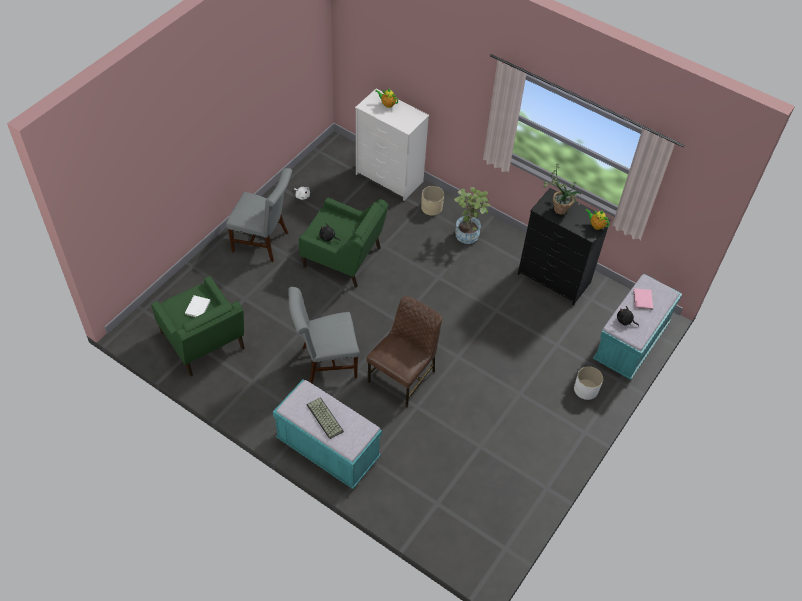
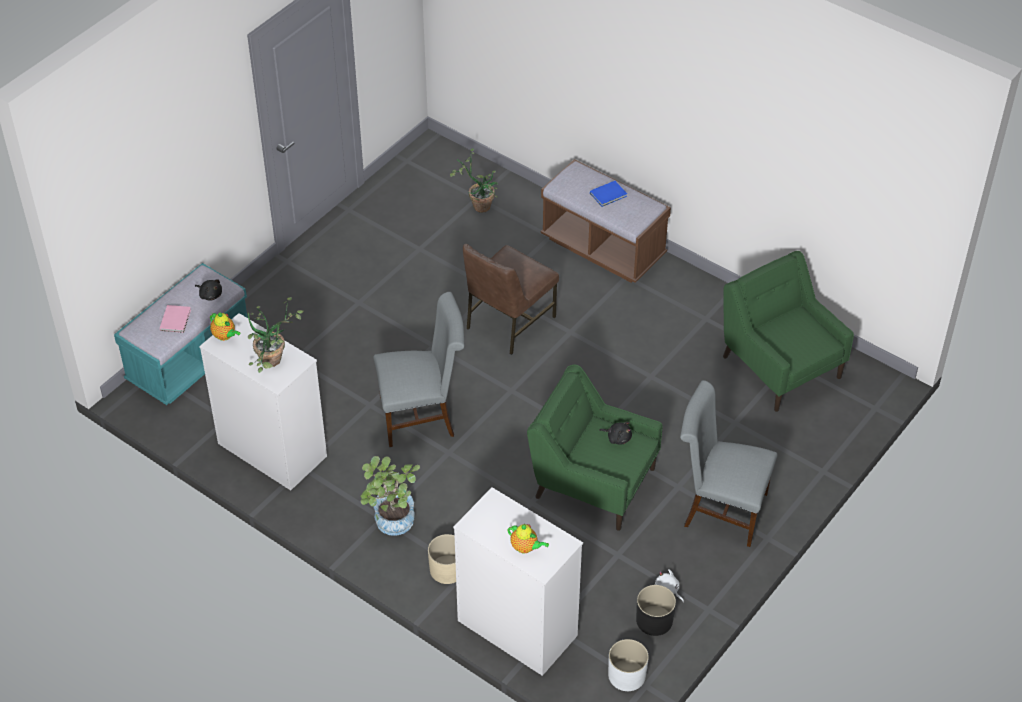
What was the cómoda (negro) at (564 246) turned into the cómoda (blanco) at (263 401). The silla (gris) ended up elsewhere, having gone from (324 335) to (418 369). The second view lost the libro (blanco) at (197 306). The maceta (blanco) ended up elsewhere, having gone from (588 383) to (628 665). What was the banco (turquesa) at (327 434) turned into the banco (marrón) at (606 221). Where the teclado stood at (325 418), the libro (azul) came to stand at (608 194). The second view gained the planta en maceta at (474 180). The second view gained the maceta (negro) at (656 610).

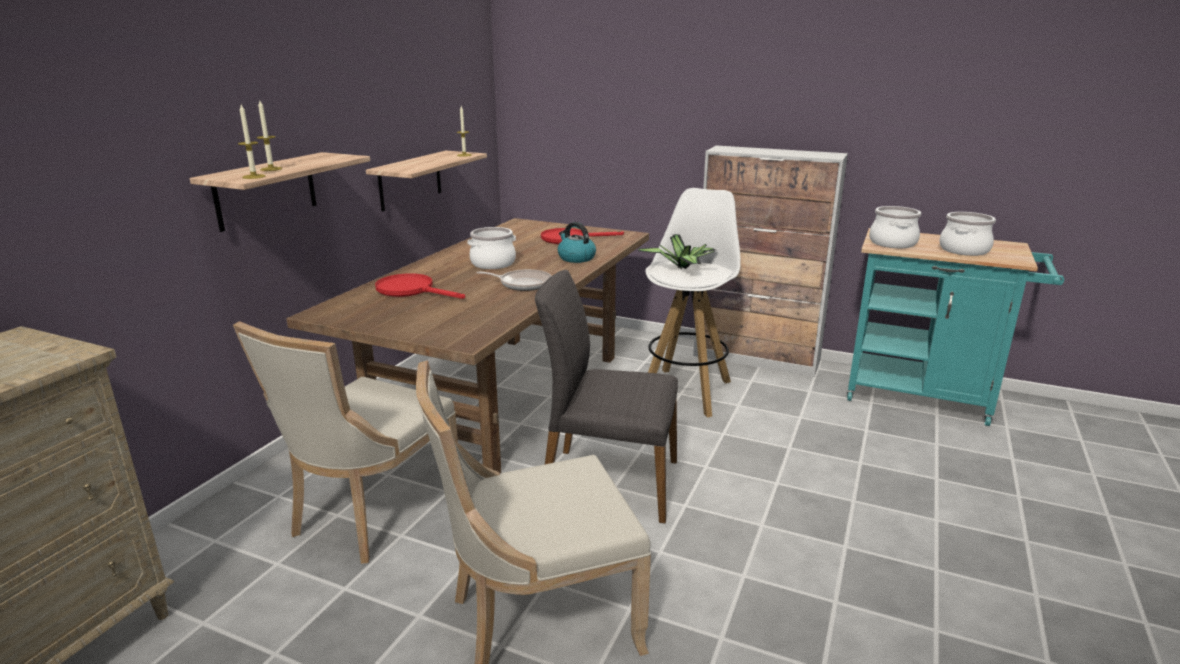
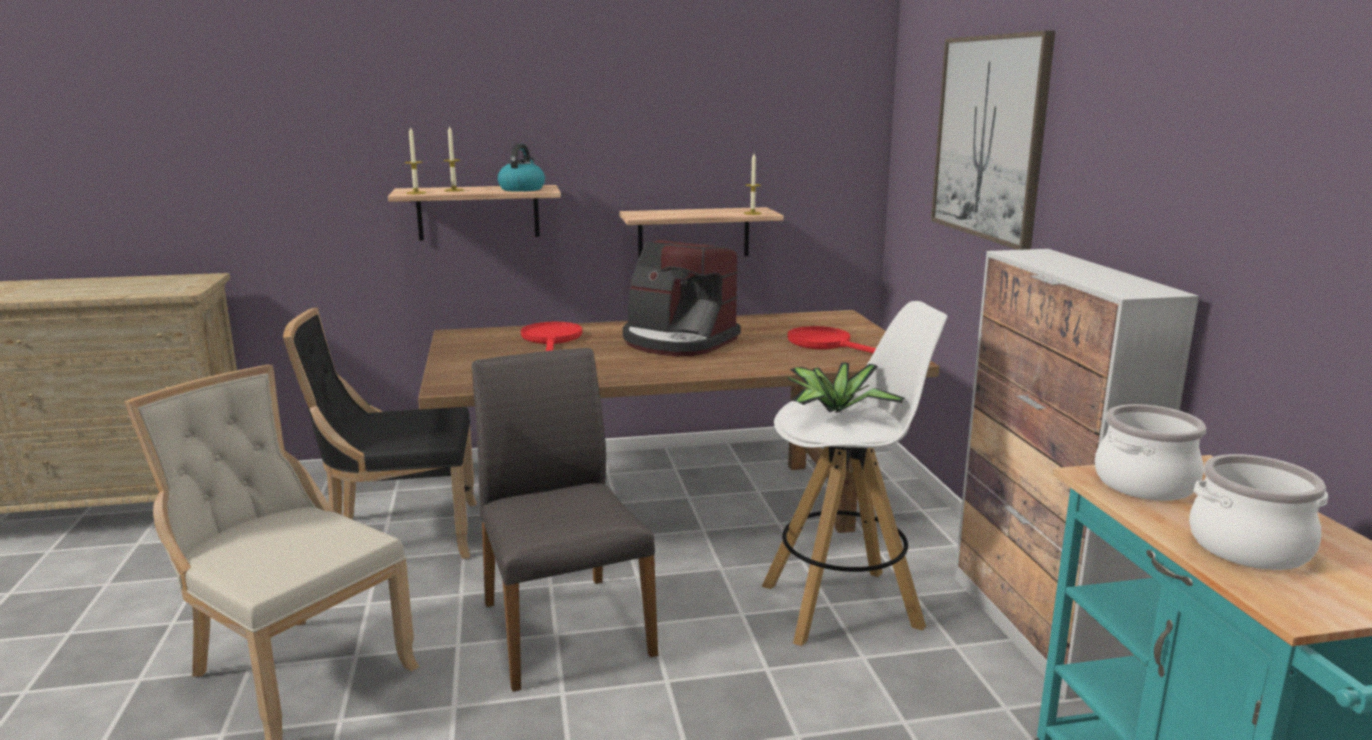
The hervidor ended up elsewhere, having gone from (577 242) to (521 168). Where the olla stood at (492 248), the cafetera came to stand at (682 298). The second view lost the sartén at (514 280). What was the silla (beis) at (345 442) turned into the silla (negro) at (380 433). The second view gained the cuadro at (993 140).

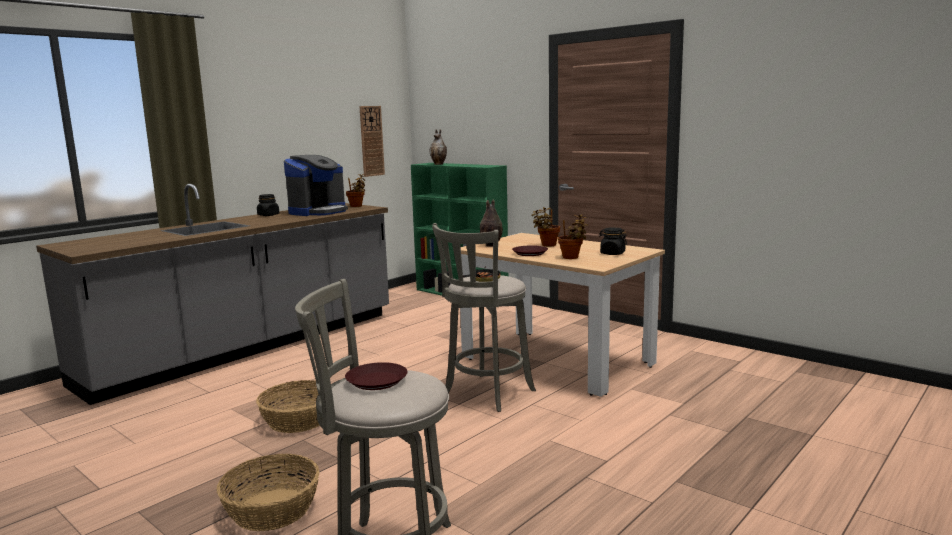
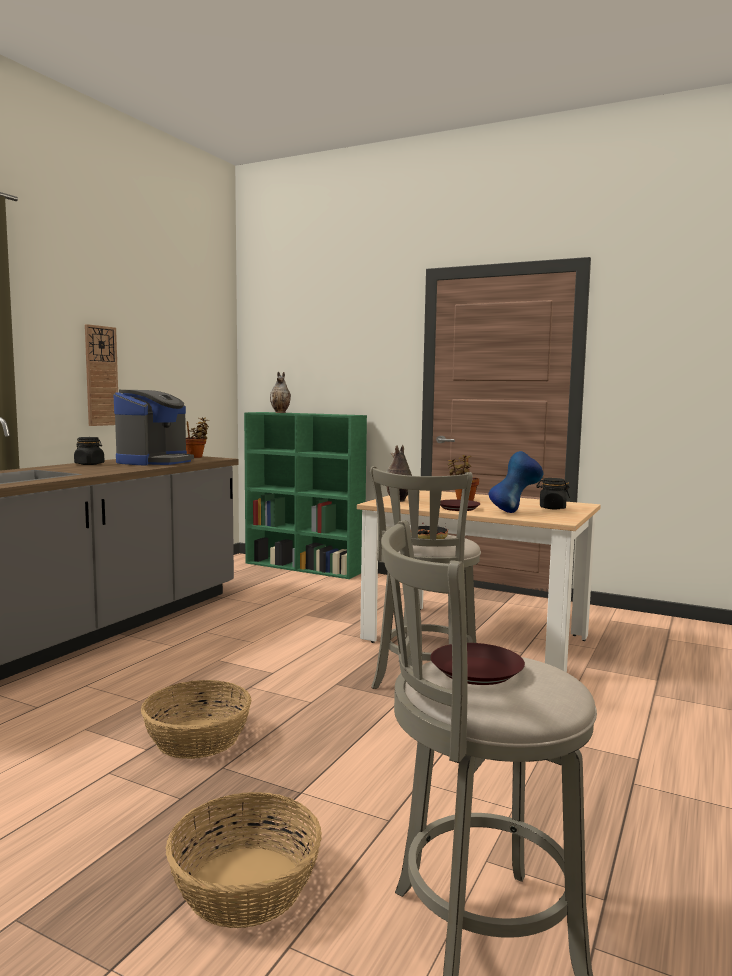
The reloj de pared ended up elsewhere, having gone from (372 141) to (101 375). Where the planta en maceta stood at (573 236), the florero (azul) came to stand at (516 482).

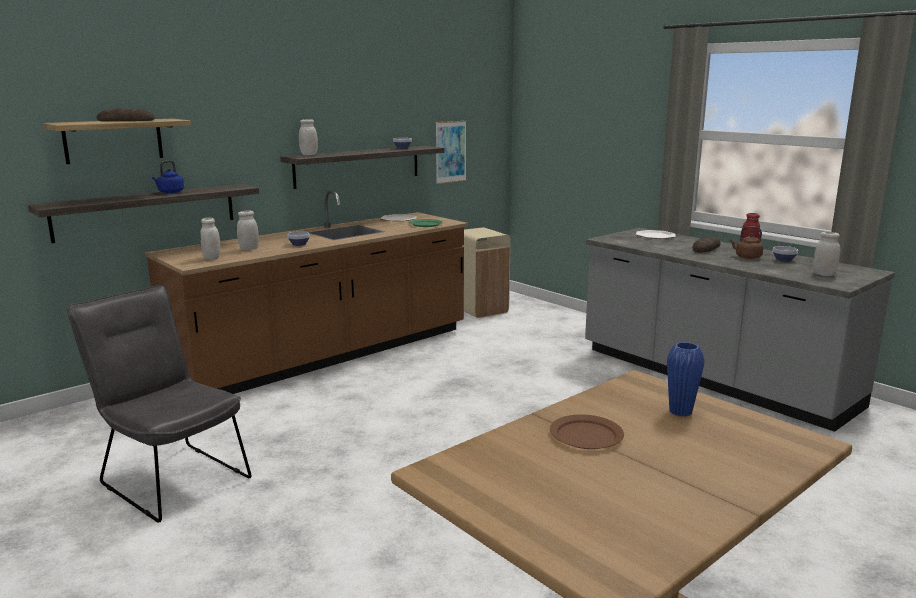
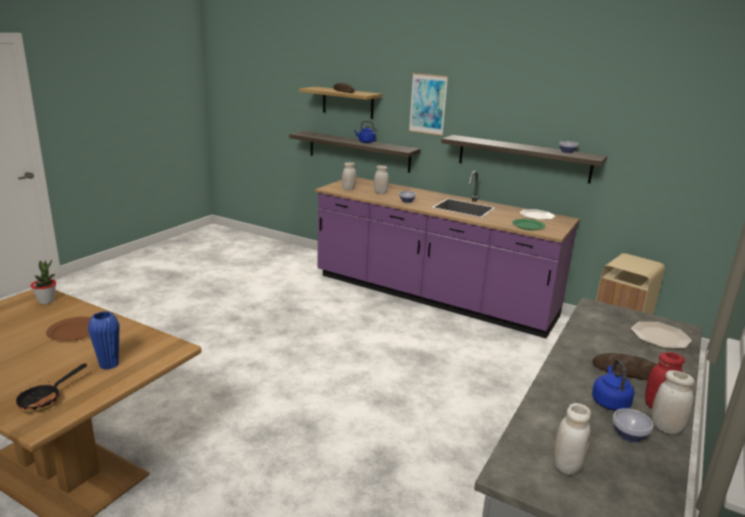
The tarro (blanco) ended up elsewhere, having gone from (308 137) to (672 402). The cuadro ended up elsewhere, having gone from (451 152) to (428 104). What was the mueble bajo de cocina (marrón) at (306 292) turned into the mueble bajo de cocina (morado) at (447 254). What was the hervidor (marrón) at (747 242) turned into the hervidor (azul) at (613 385). The second view lost the silla (gris) at (159 404). The second view gained the planta en maceta at (43 282). The second view gained the sartén at (51 388).

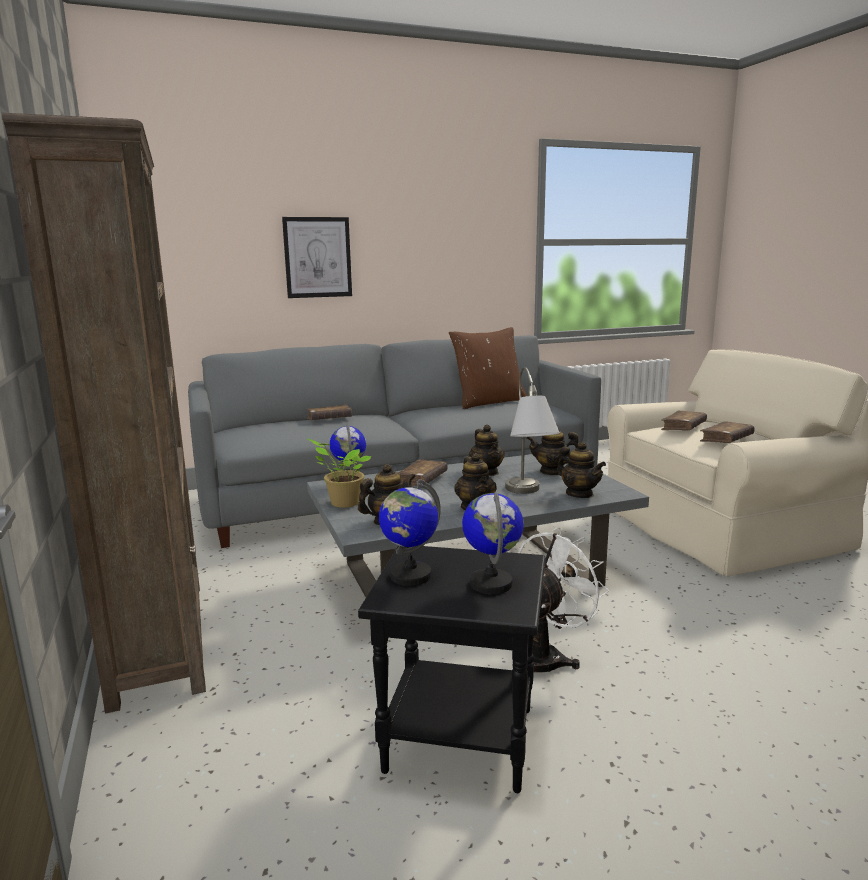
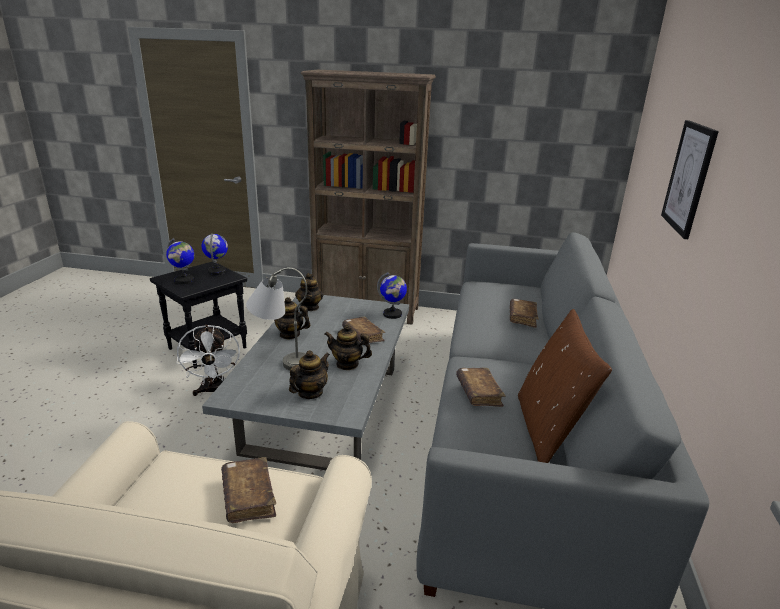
The libro (marrón) ended up elsewhere, having gone from (727 432) to (481 387). The second view lost the planta en maceta at (339 473). The second view lost the tetera at (581 470).

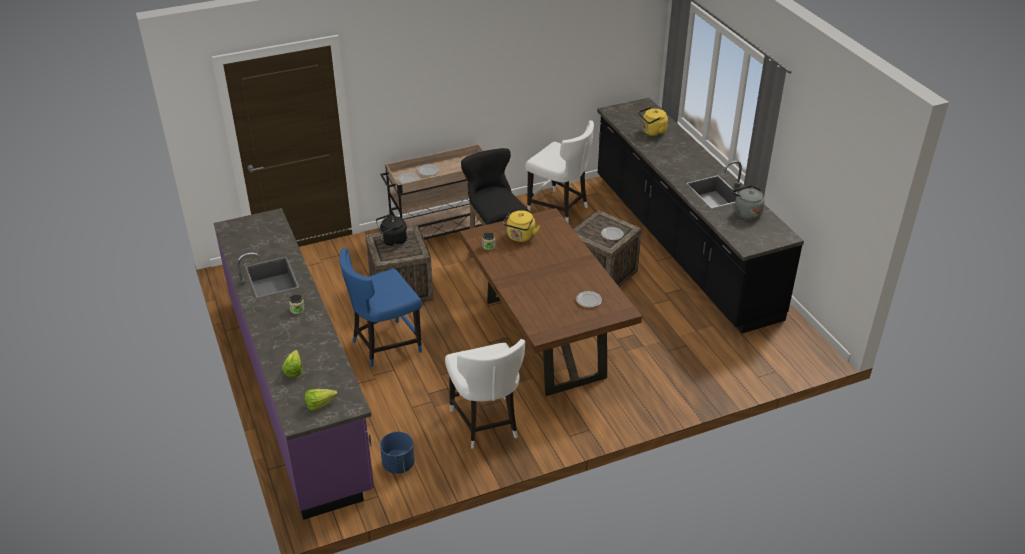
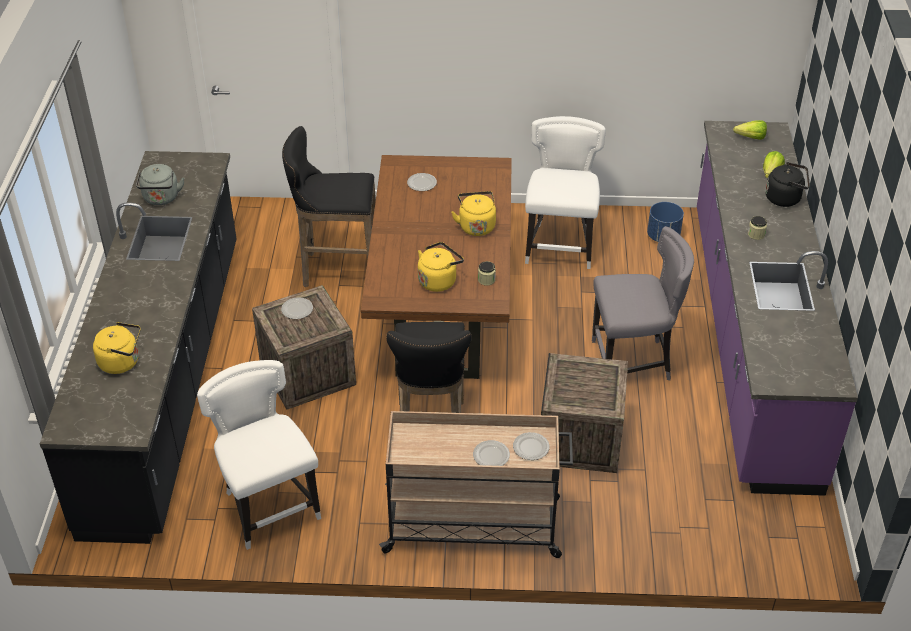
The hervidor (negro) ended up elsewhere, having gone from (392 230) to (787 184). What was the silla (azul) at (380 307) turned into the silla (gris) at (643 303). The second view gained the taburete (negro) at (329 206). The second view gained the hervidor (amarillo) at (473 213).

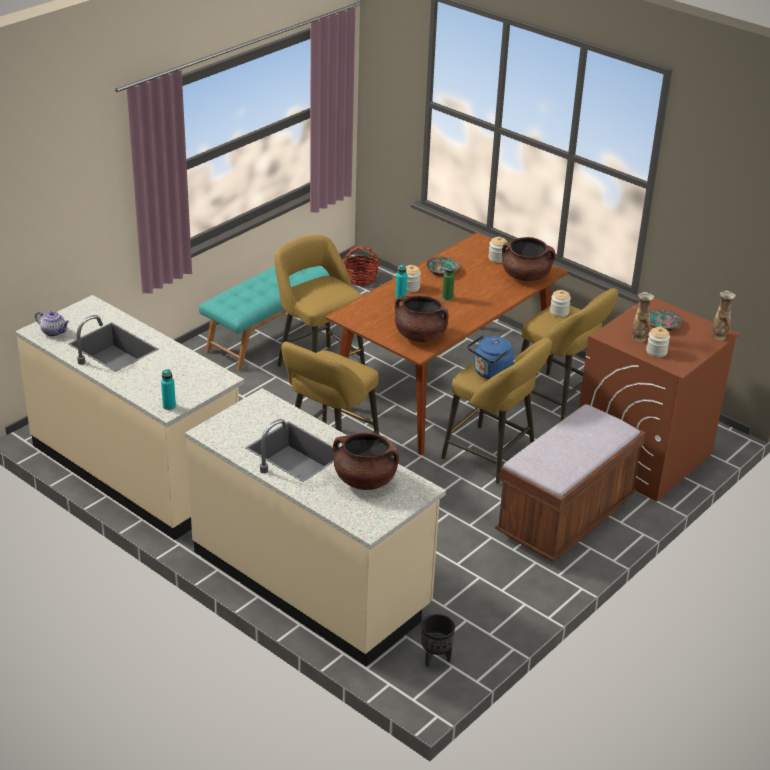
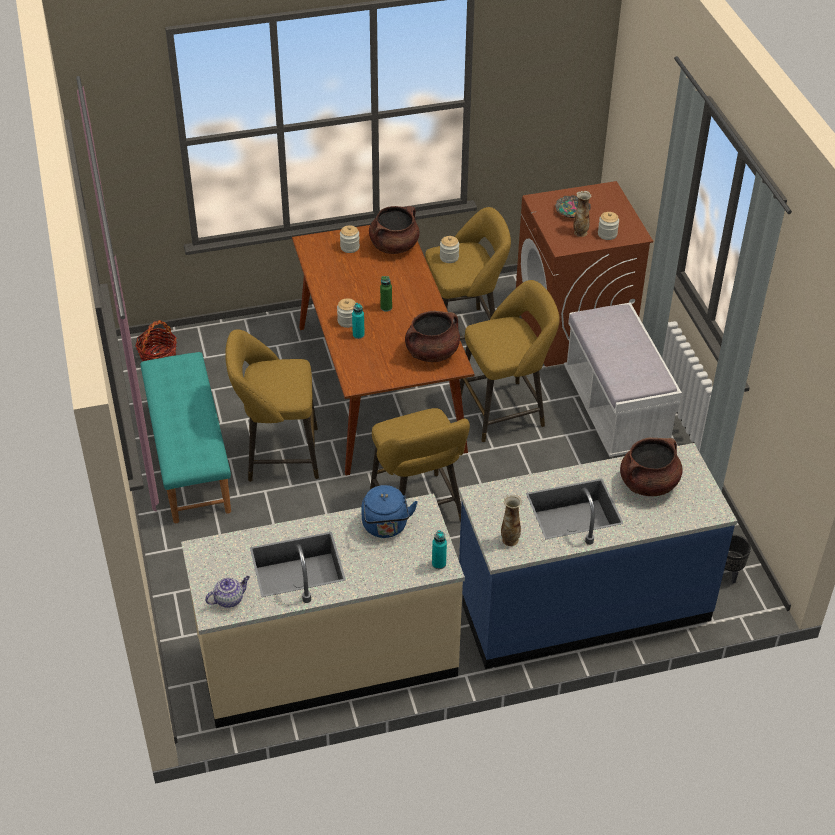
The second view lost the cuenco at (443 266). The florero ended up elsewhere, having gone from (724 315) to (511 520). The hervidor (azul) ended up elsewhere, having gone from (491 357) to (389 511). What was the mueble bajo de cocina (beis) at (315 527) turned into the mueble bajo de cocina (azul) at (598 556). What was the banco (marrón) at (570 483) turned into the banco (blanco) at (623 380).

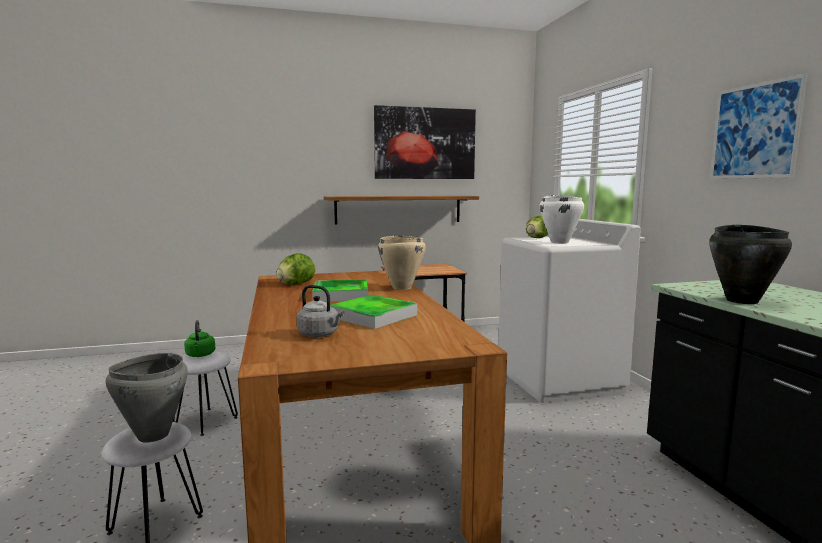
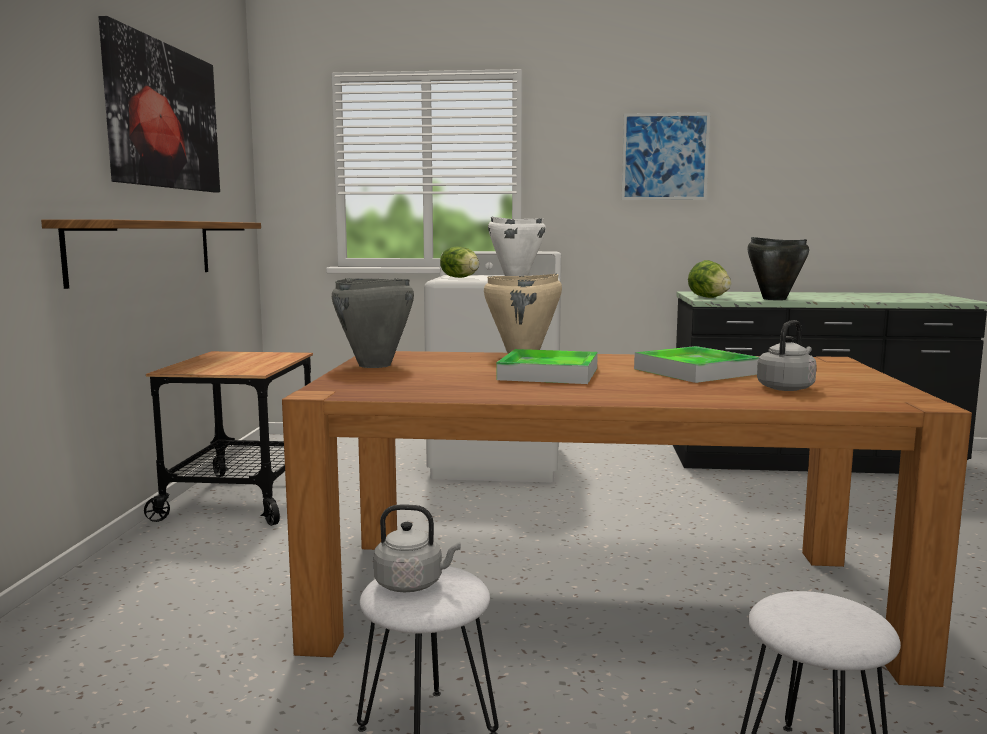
The lechuga ended up elsewhere, having gone from (295 269) to (709 279). What was the hervidor (verde) at (199 338) turned into the hervidor (gris) at (417 548). The olla (gris) ended up elsewhere, having gone from (147 397) to (373 323).

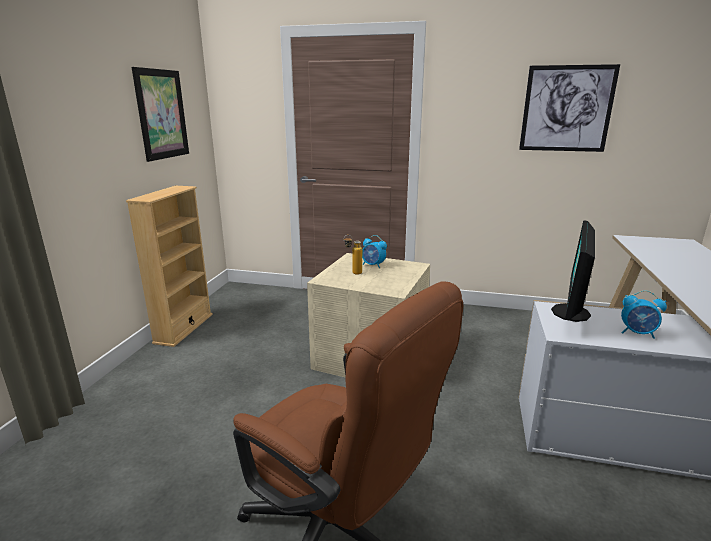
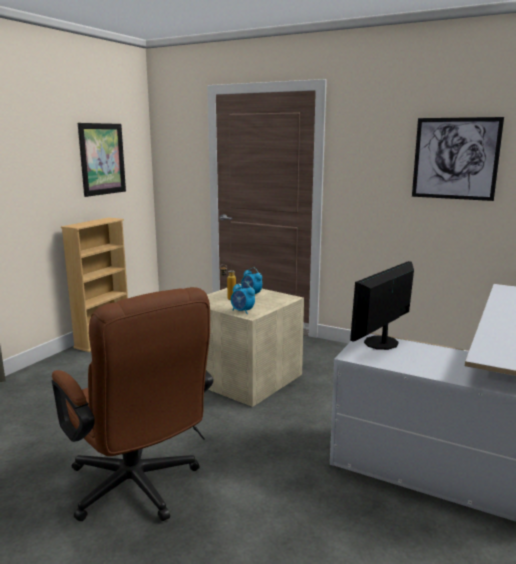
The despertador ended up elsewhere, having gone from (644 314) to (243 297).

